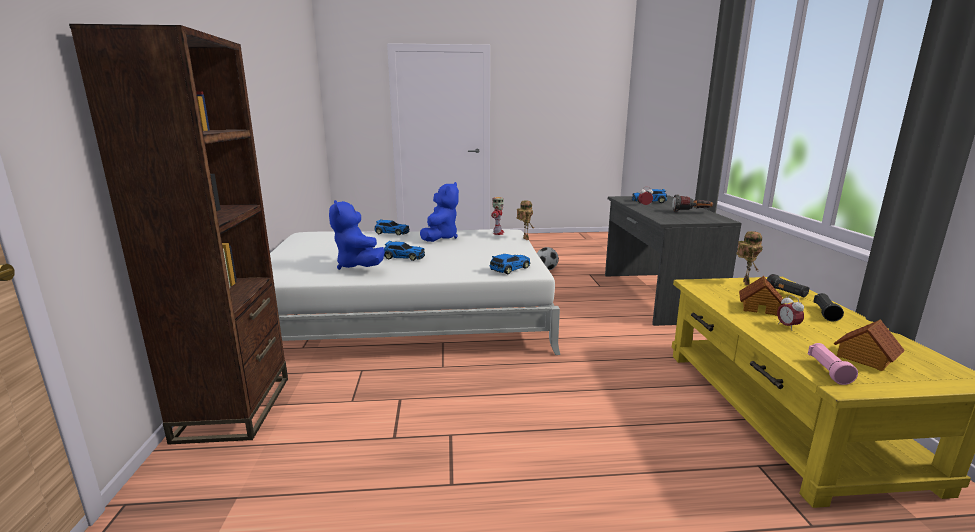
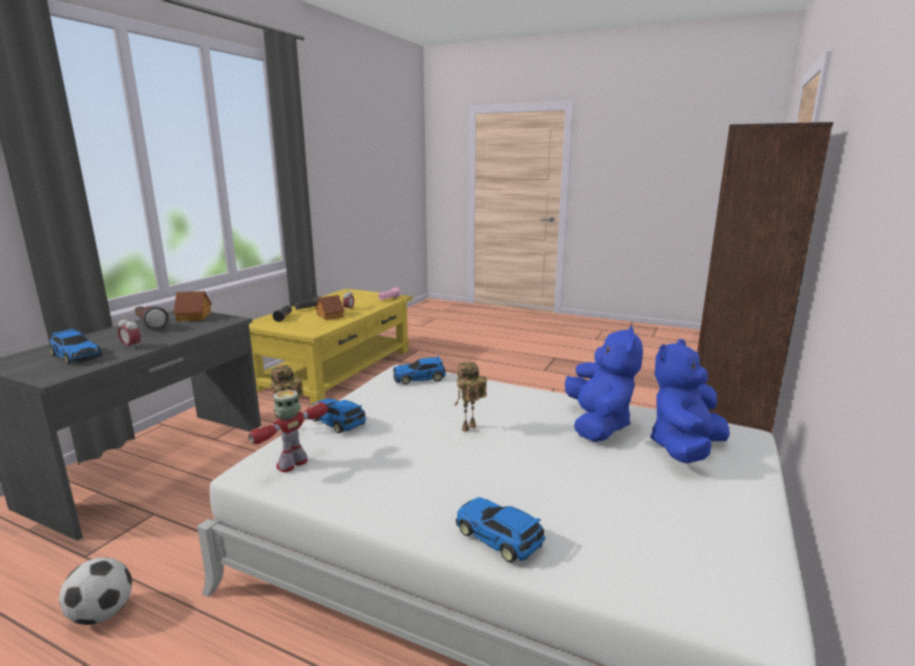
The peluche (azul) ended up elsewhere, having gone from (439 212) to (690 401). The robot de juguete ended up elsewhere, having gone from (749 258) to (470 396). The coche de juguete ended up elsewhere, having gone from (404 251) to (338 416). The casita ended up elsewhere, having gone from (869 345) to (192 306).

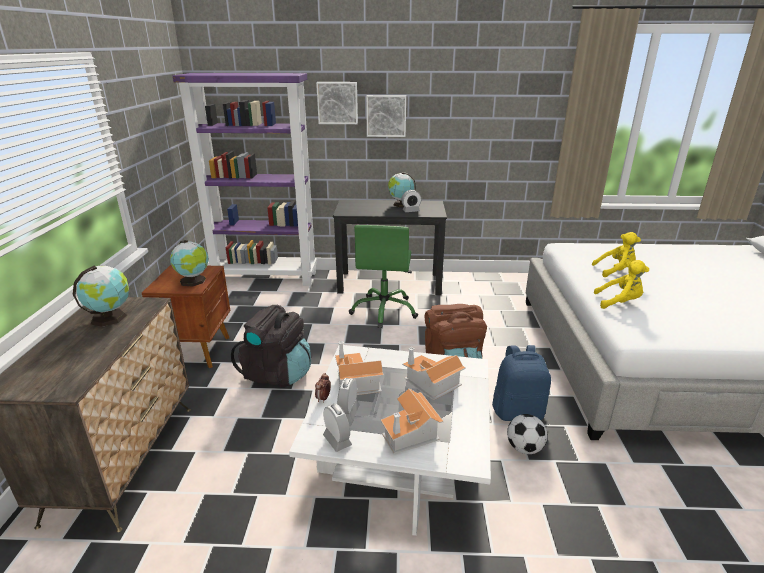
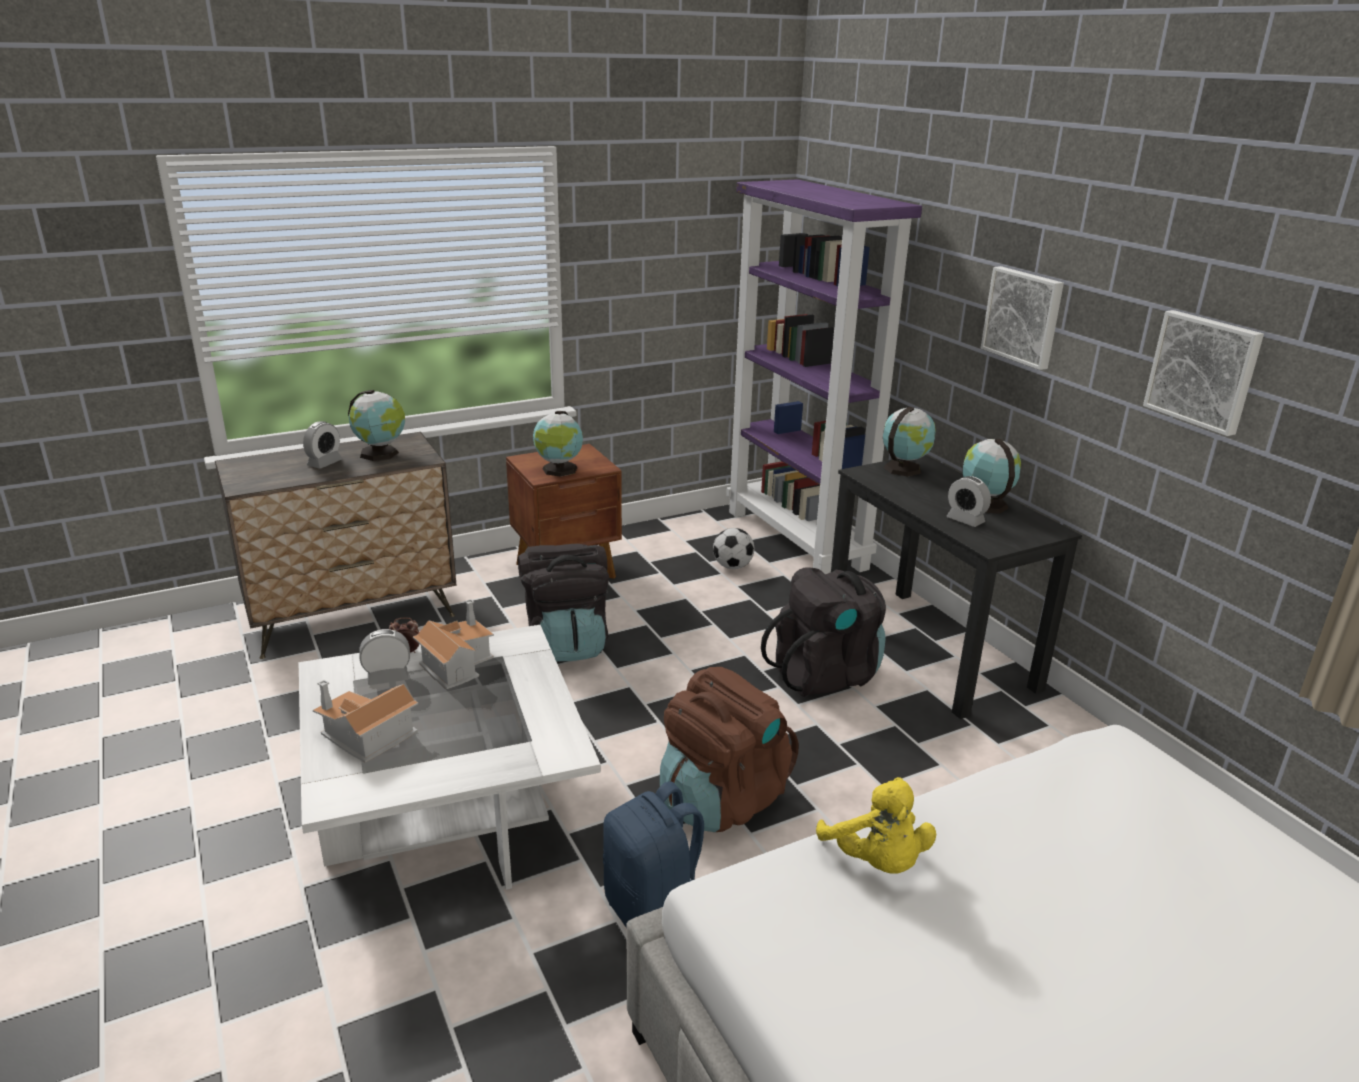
The cuadro ended up elsewhere, having gone from (337 103) to (1203 373). Where the silla de oficina (verde) stood at (383 276), the mochila (negro) came to stand at (823 632). The second view lost the peluche (amarillo) at (616 254). The second view lost the casita at (434 373). The despertador ended up elsewhere, having gone from (337 428) to (322 445). The balón de fútbol ended up elsewhere, having gone from (527 434) to (733 548). The second view gained the globo terráqueo at (909 441).

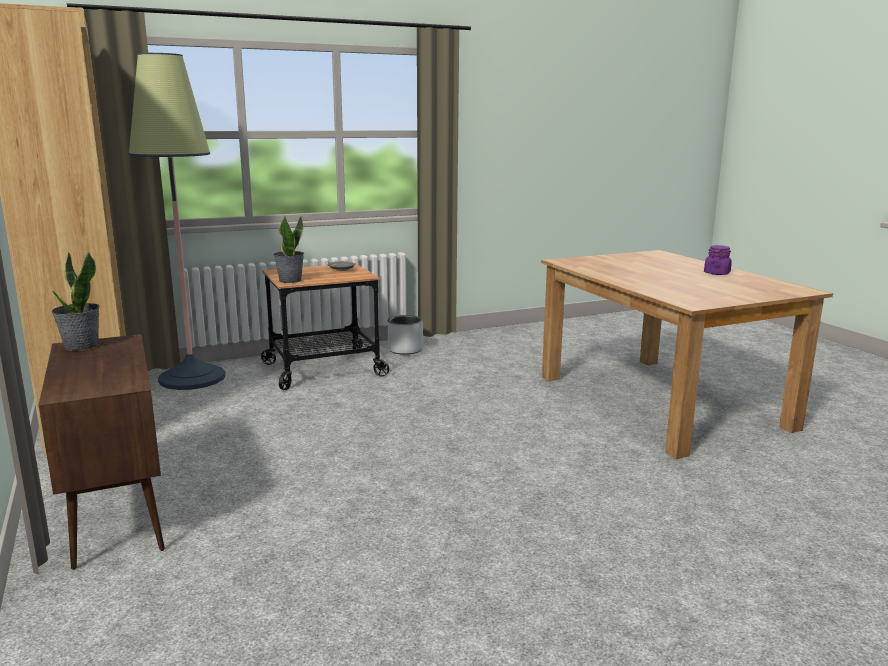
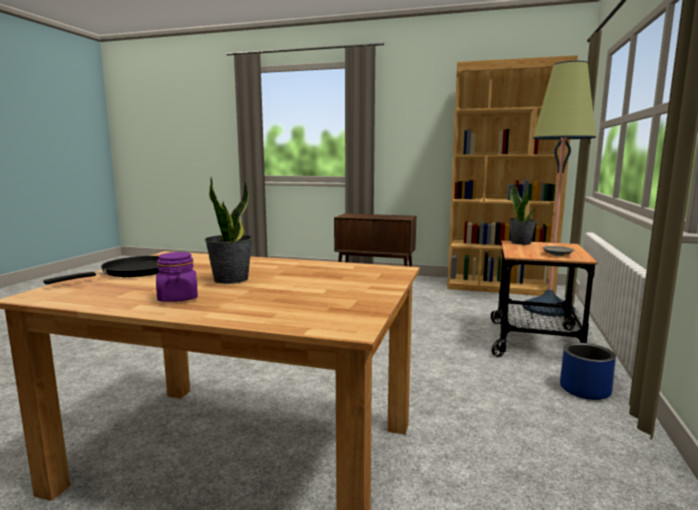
The planta en maceta ended up elsewhere, having gone from (75 301) to (229 230). What was the maceta (gris) at (405 335) turned into the maceta (azul) at (588 371). The second view gained the sartén (negro) at (101 270).

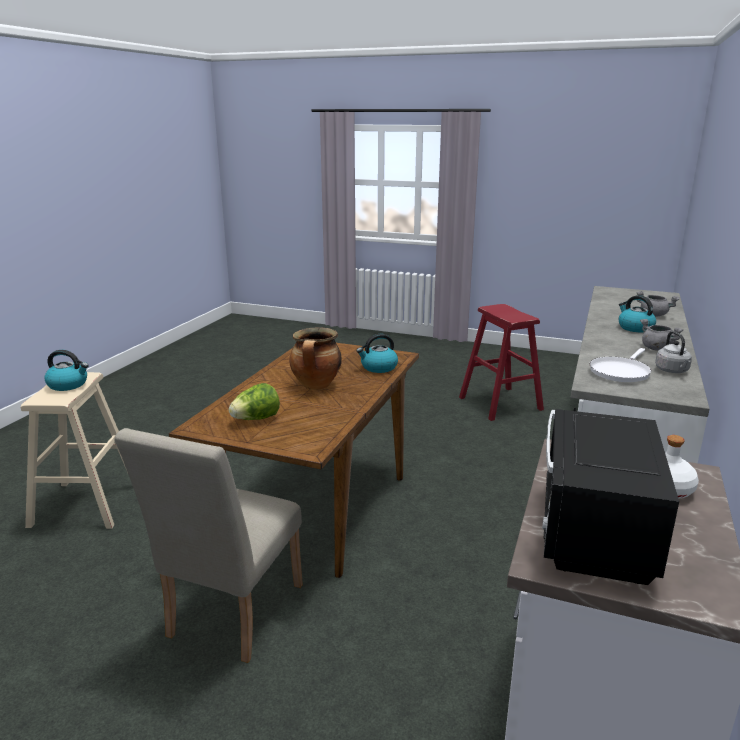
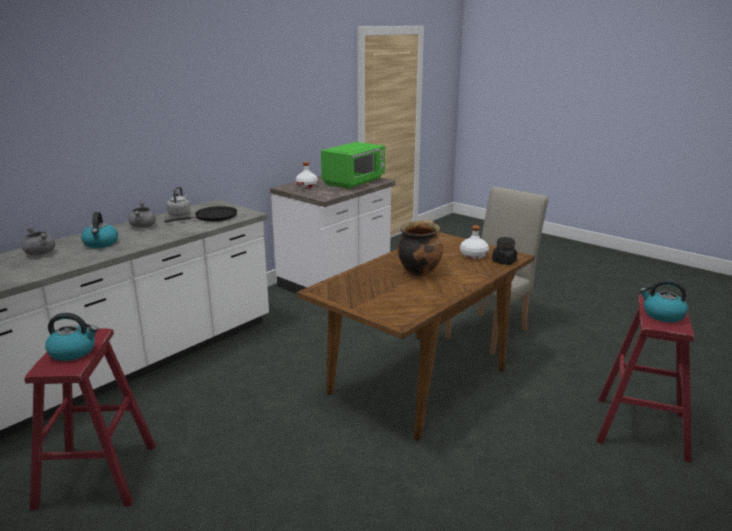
The hervidor ended up elsewhere, having gone from (377 353) to (71 337). What was the sartén (blanco) at (620 365) turned into the sartén (negro) at (200 214). What was the taburete (beis) at (74 450) turned into the taburete (rojo) at (645 379). Where the lechuga stood at (254 401), the botella (blanco) came to stand at (474 242). What was the microondas (negro) at (610 497) turned into the microondas (verde) at (353 165). The second view gained the tarro (negro) at (504 251).

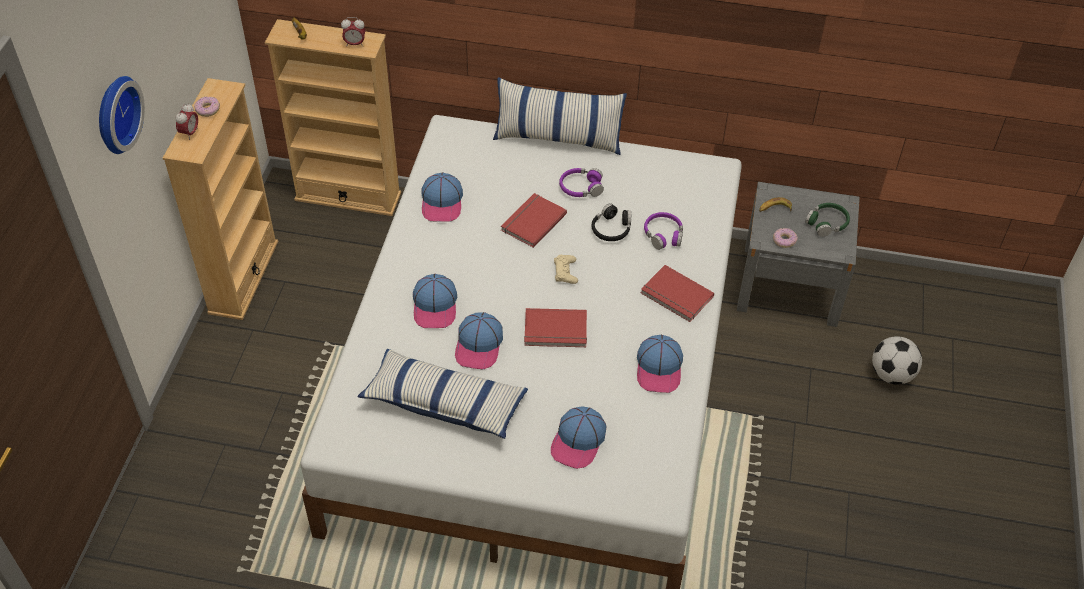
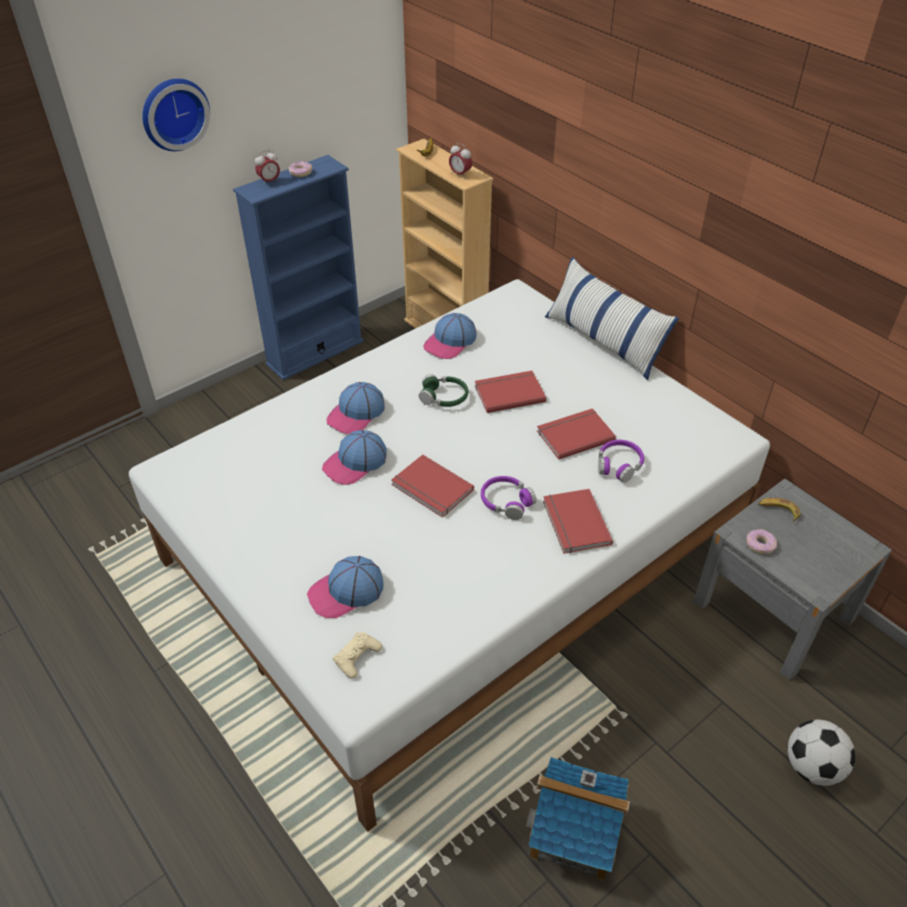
What was the estantería (beis) at (220 199) turned into the estantería (azul) at (298 267). The auriculares (morado) ended up elsewhere, having gone from (581 182) to (508 498). Where the auriculares (negro) stood at (611 222), the libro (rojo) came to stand at (576 434). The auriculares (verde) ended up elsewhere, having gone from (827 220) to (443 391). The mando de consola (beis) ended up elsewhere, having gone from (566 269) to (357 655). The second view lost the gorra at (660 364). The second view lost the cojín at (442 394). The second view gained the casita at (577 819).

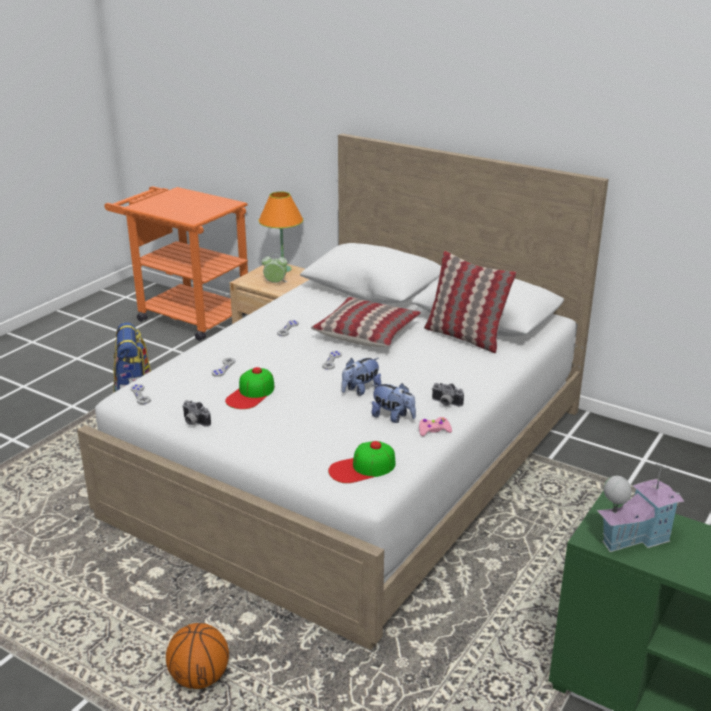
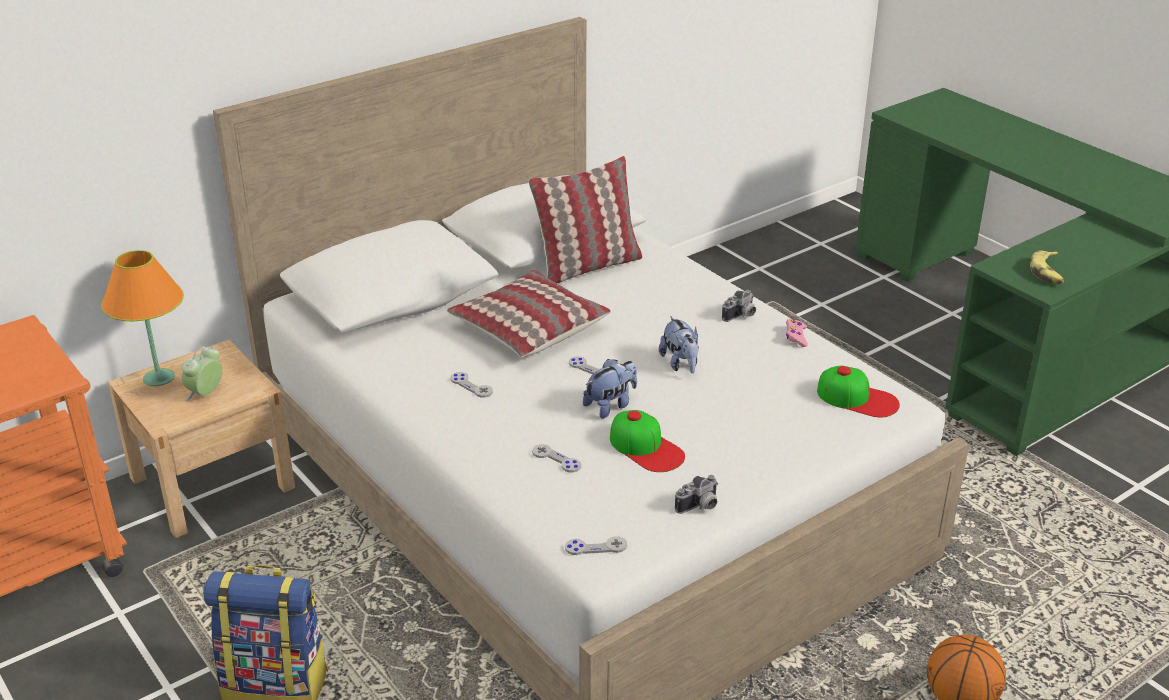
The peluche ended up elsewhere, having gone from (393 403) to (610 389). The gorra at (362 462) ended up facing another way, 60 degrees counterclockwise from before. Where the casita stood at (641 508), the plátano came to stand at (1047 267).

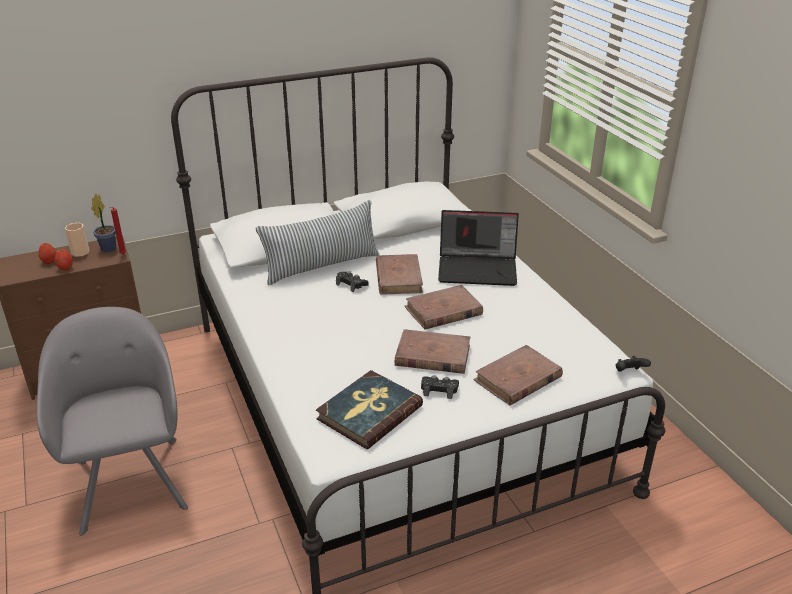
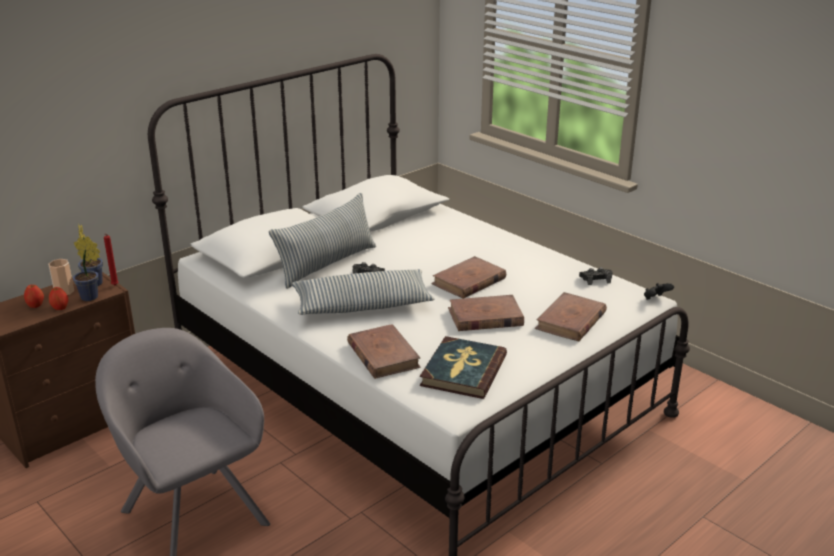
The second view lost the portátil at (478 248). The libro (marrón) ended up elsewhere, having gone from (399 274) to (384 351). The mando de consola (negro) ended up elsewhere, having gone from (440 387) to (596 276). The second view gained the planta en maceta at (86 268). The second view gained the cojín at (363 292).

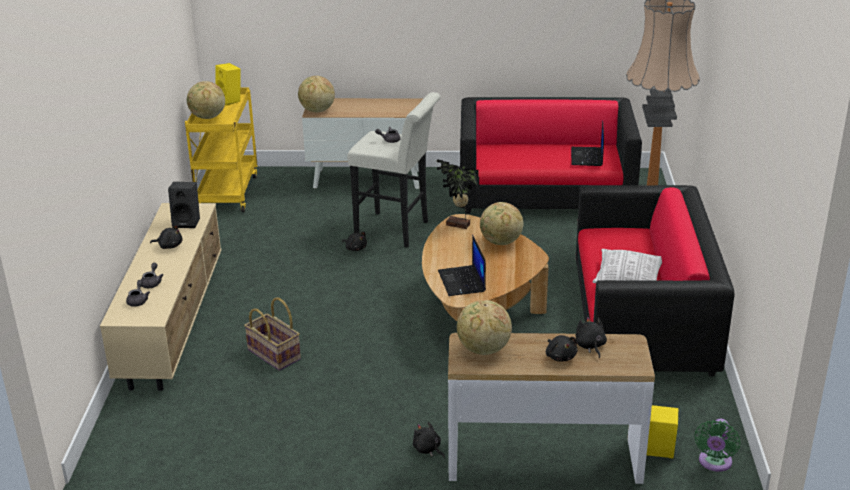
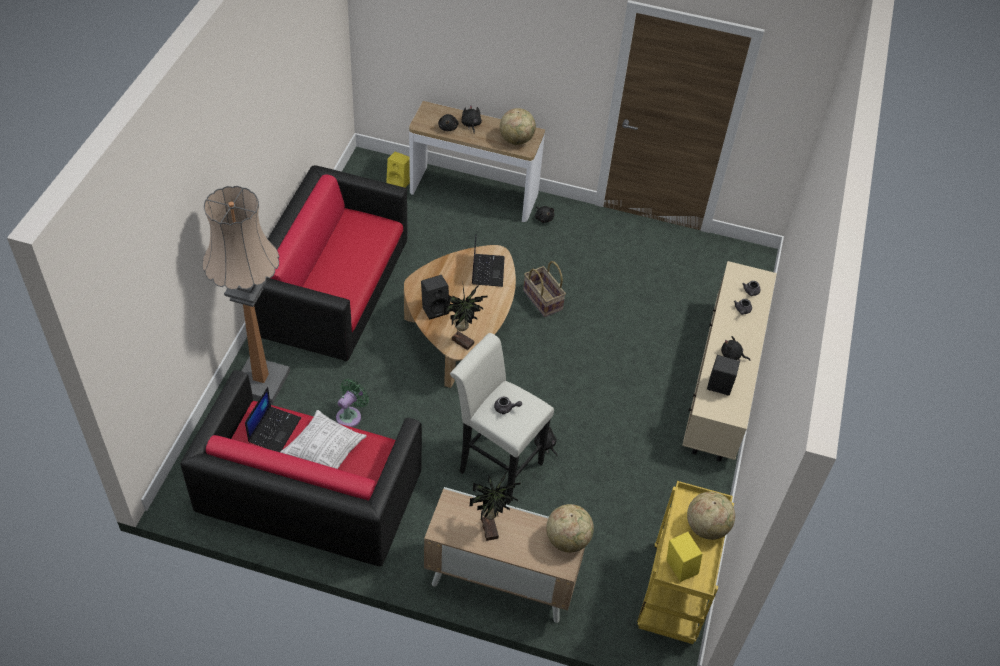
Where the globo terráqueo stood at (501 223), the altavoz (negro) came to stand at (435 297). The cojín ended up elsewhere, having gone from (627 266) to (323 439). The cesta ended up elsewhere, having gone from (272 334) to (544 289). The ventilador (verde) ended up elsewhere, having gone from (717 445) to (352 403). The second view gained the planta en maceta at (495 505).

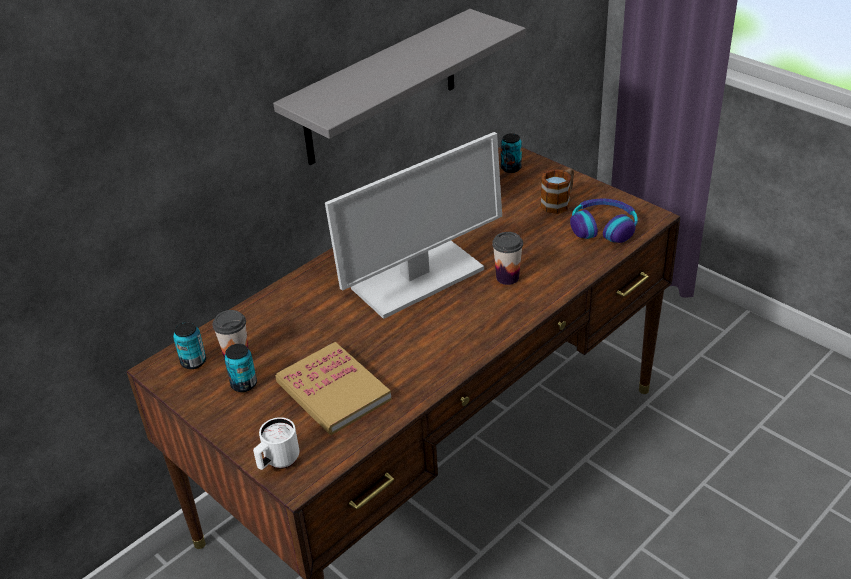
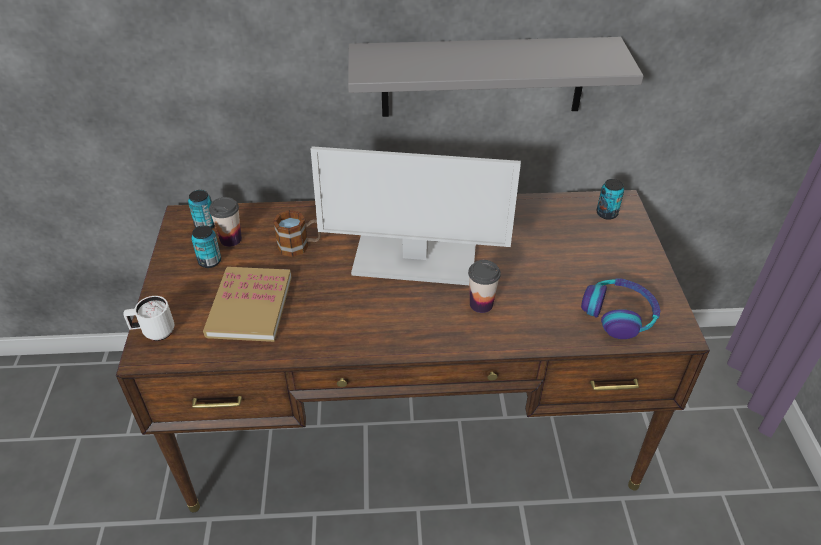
The taza grande ended up elsewhere, having gone from (557 191) to (297 233).

